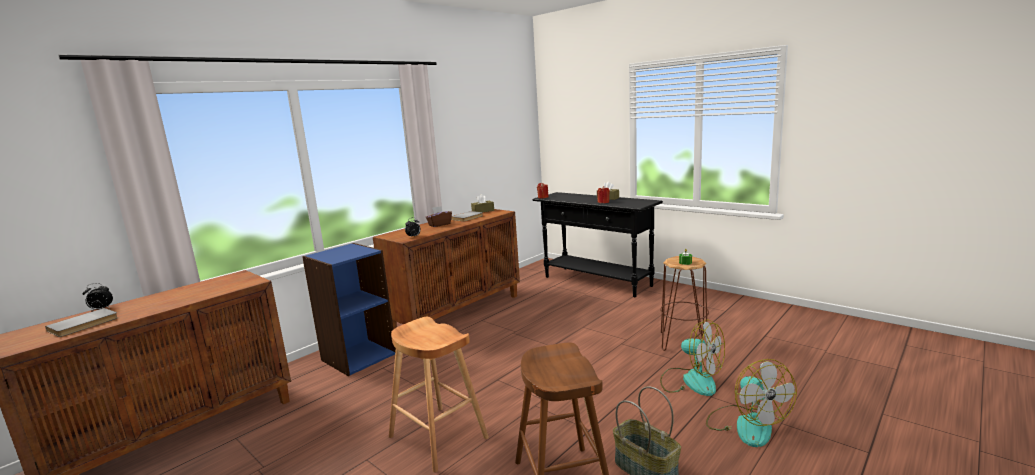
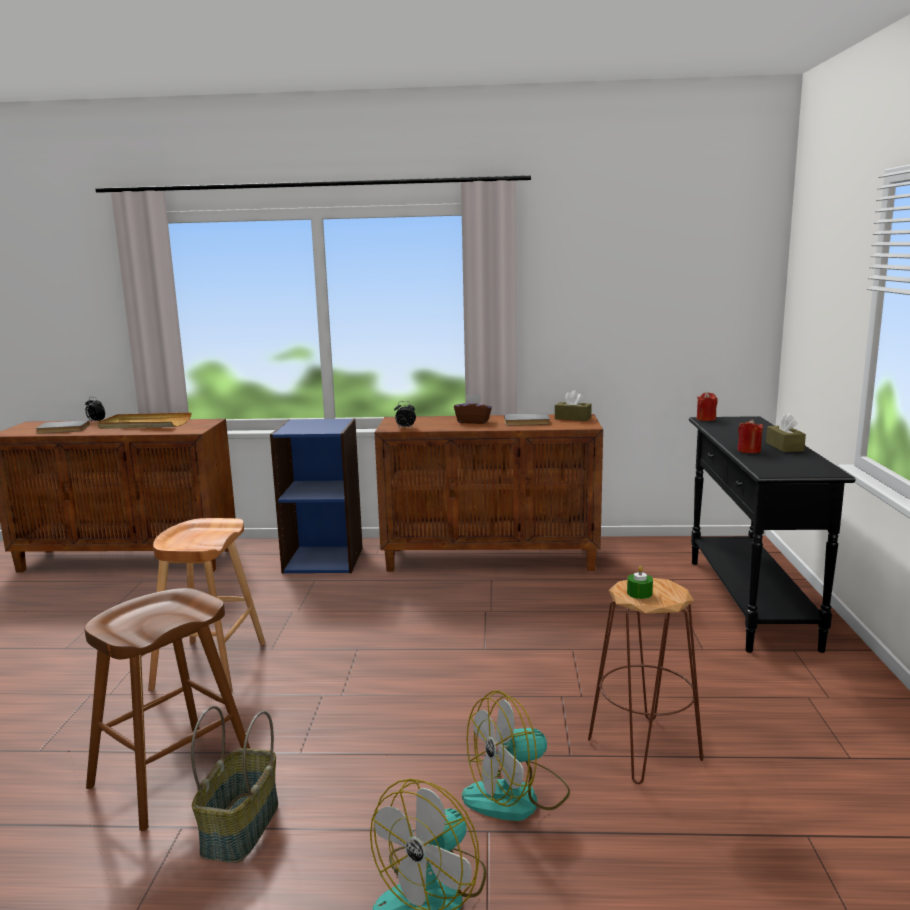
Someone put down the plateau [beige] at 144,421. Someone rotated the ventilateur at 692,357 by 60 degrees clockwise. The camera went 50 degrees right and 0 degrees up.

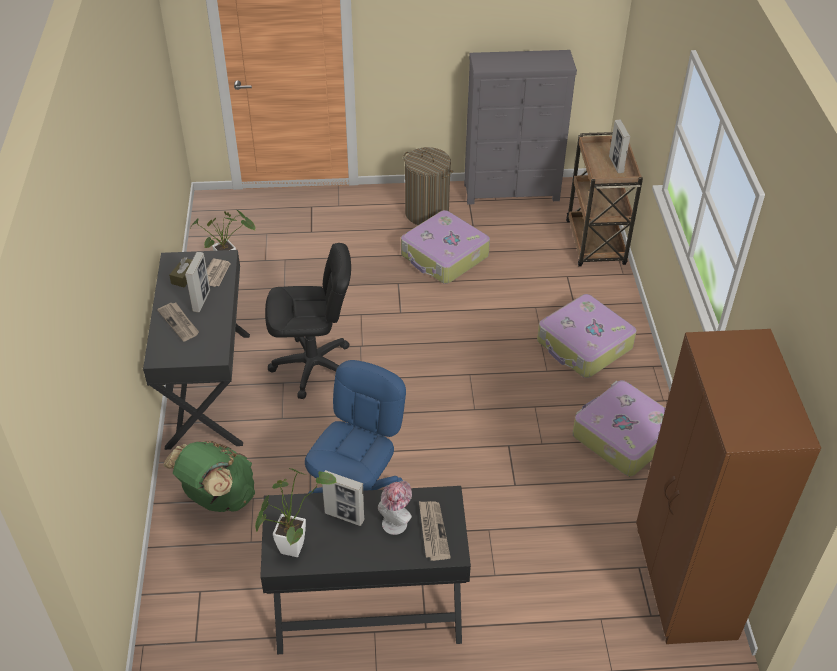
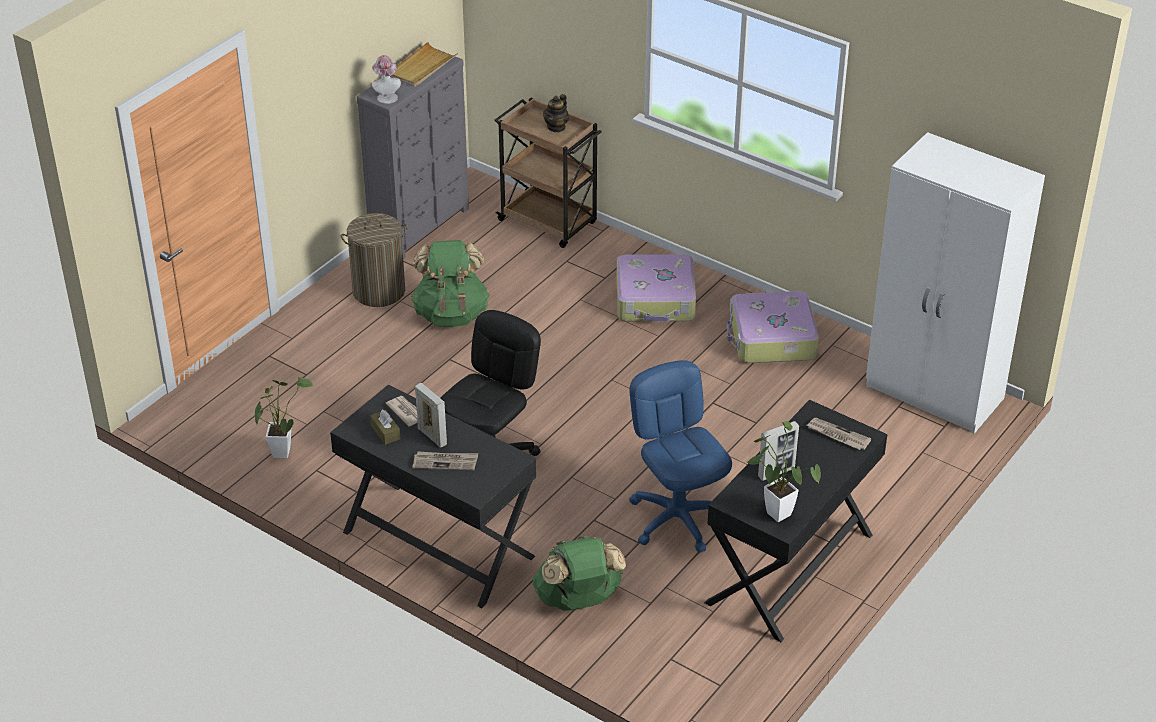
Someone put down the plateau [beige] at 424,64. Someone carried the chapeau from 395,508 to 386,79. Someone swapped the valise at 445,247 for the sac à dos [vert] at 450,283. Someone swapped the cadre photo at 619,146 for the théière at 556,113. Someone repainted the armoire [marron] at 728,486, which became the armoire [blanc] at 955,283. The camera went 50 degrees left and 5 degrees down.

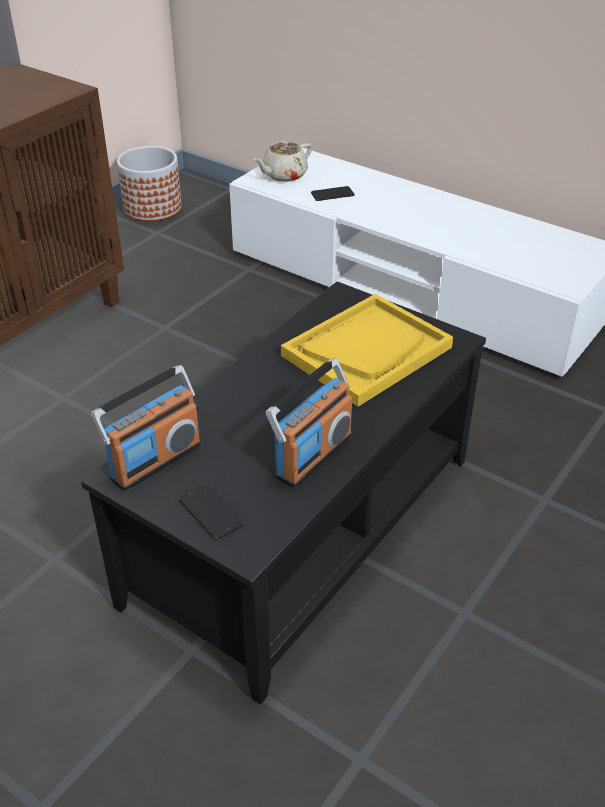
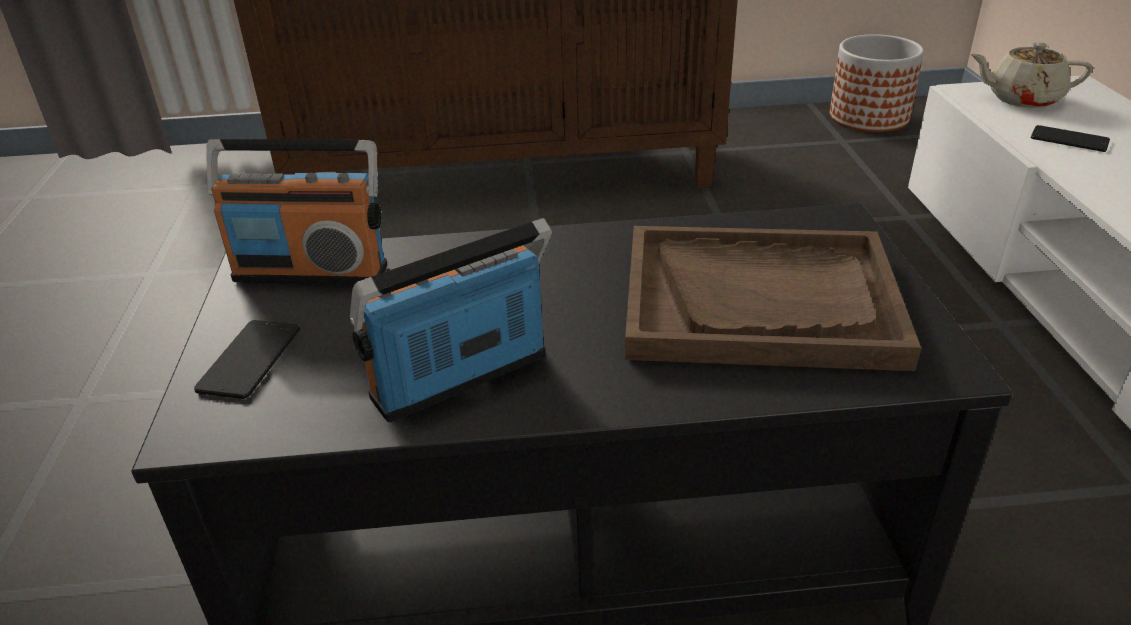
Someone repainted the plateau [jaune] at 367,350, which became the plateau [marron] at 773,298. Someone rotated the radio at 309,423 by 150 degrees clockwise. The camera went 50 degrees right and 5 degrees down.

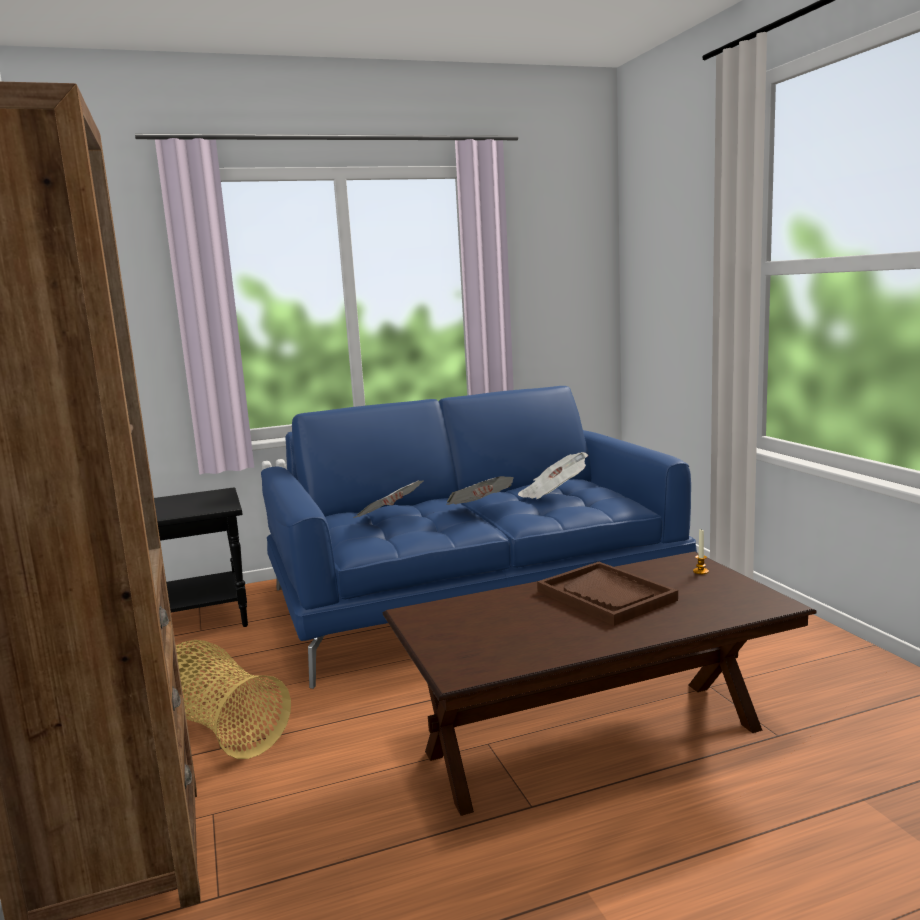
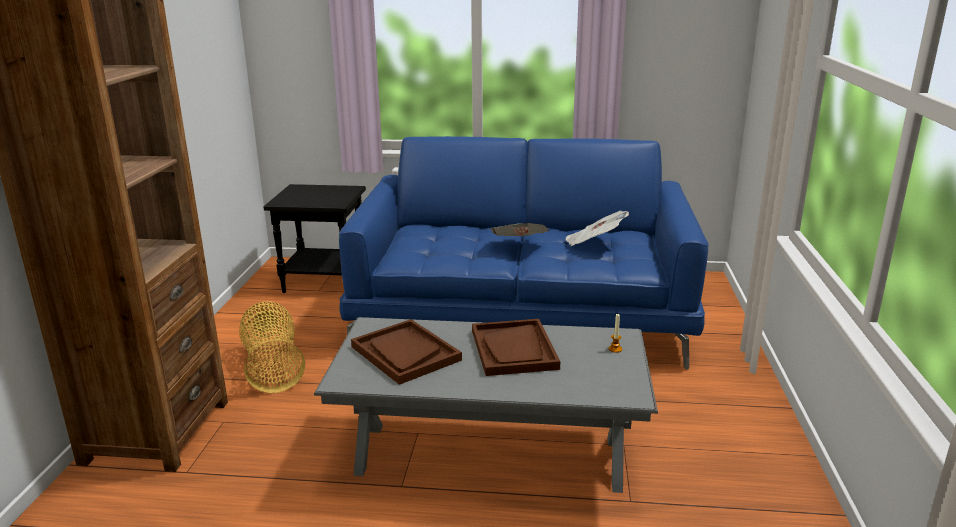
Someone took away the journal at 388,499. Someone put down the plateau [marron] at 406,352. Someone repainted the table basse [marron] at 600,683, which became the table basse [gris] at 486,405. The camera went 25 degrees right and 10 degrees up.

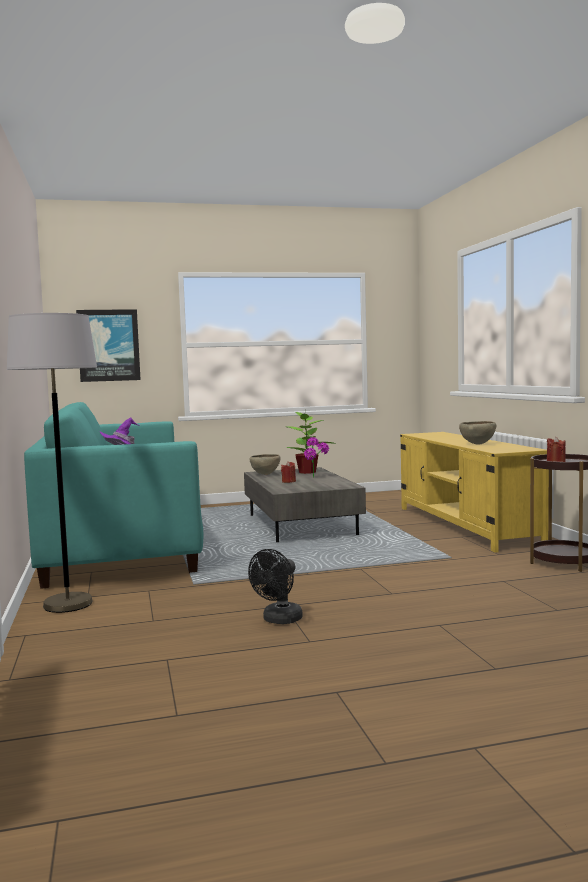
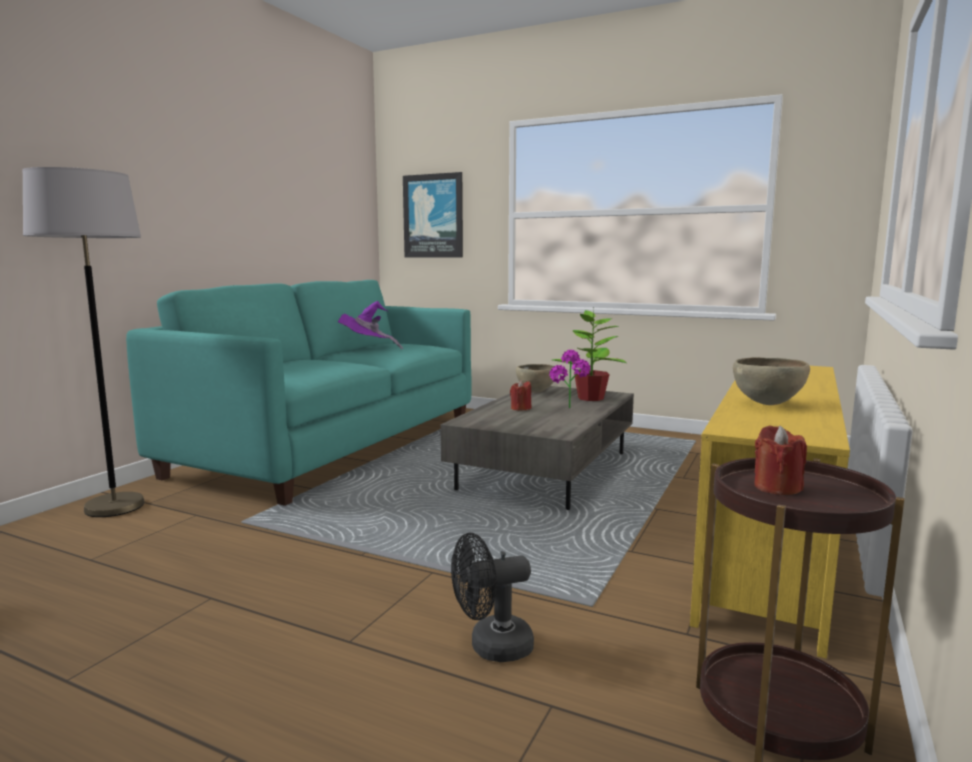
Someone carried the ventilateur [noir] from 275,586 to 492,597. The camera went 40 degrees right and 5 degrees up.

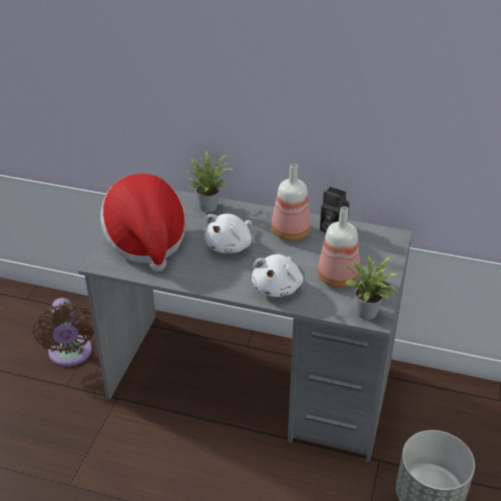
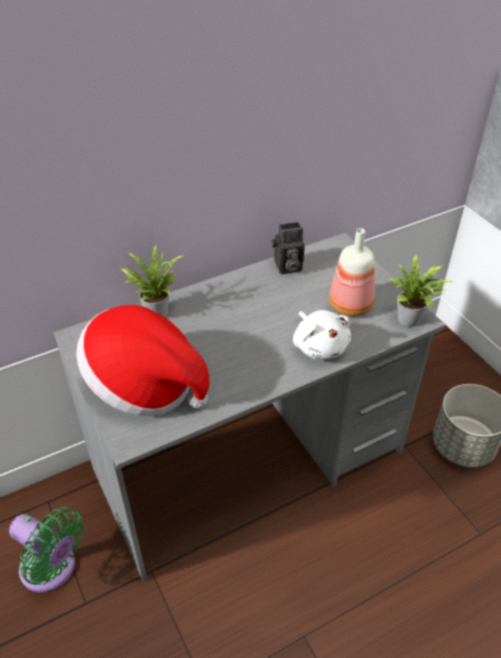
Someone took away the peluche [blanc] at 228,233. Someone took away the bouteille at 291,202. Someone repainted the ventilateur [marron] at 64,332, which became the ventilateur [vert] at 46,550. The camera went 45 degrees left and 5 degrees up.

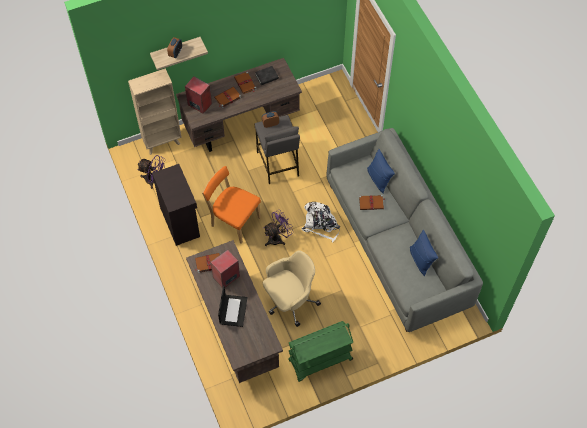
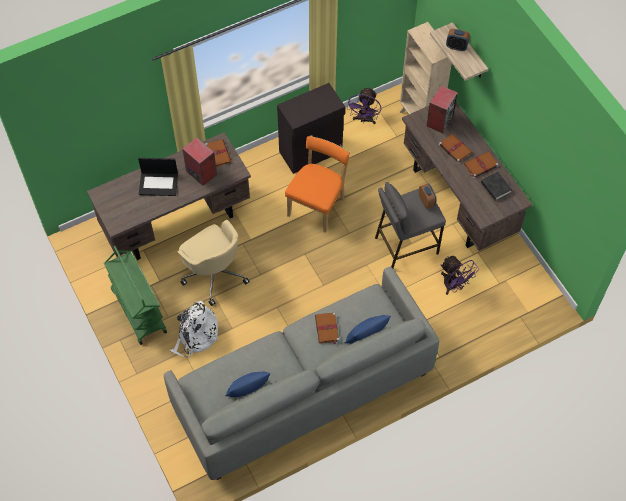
Someone carried the ventilateur [violet] from 279,227 to 459,275. Someone carried the sac à dos [blanc] from 320,222 to 194,329. The camera went 85 degrees right and 0 degrees up.

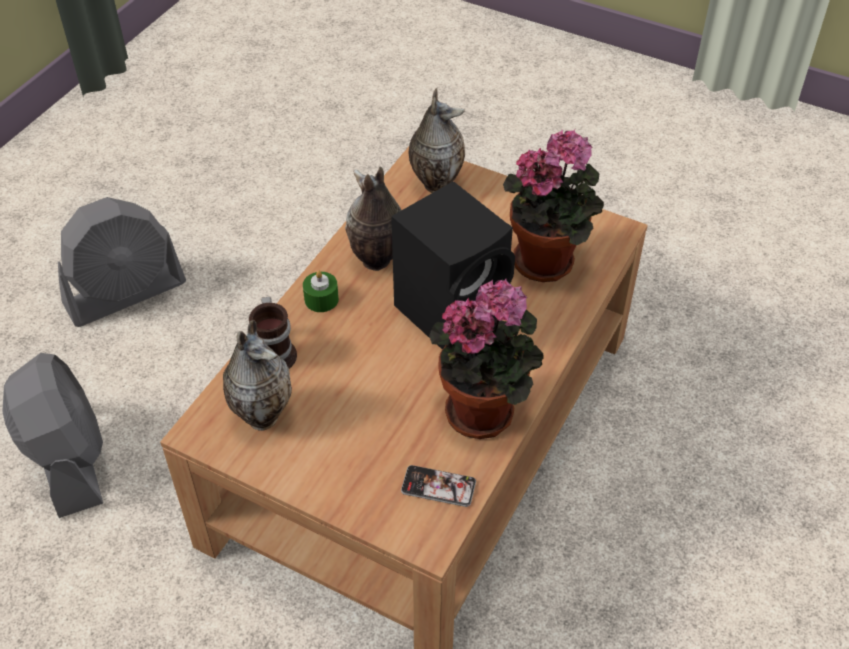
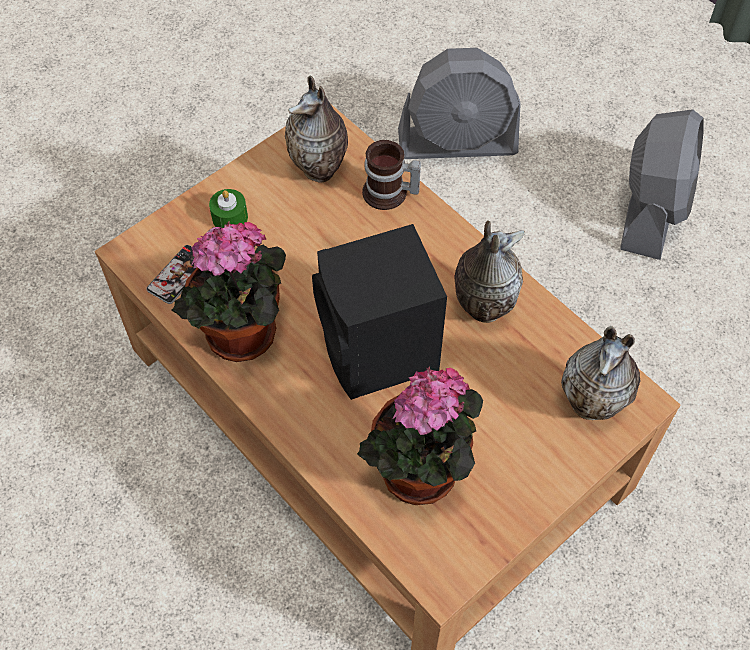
Someone carried the bougie [vert] from 321,291 to 228,208. Someone rotated the ventilateur [gris] at 122,262 by 150 degrees counterclockwise. The camera went 110 degrees right and 10 degrees up.

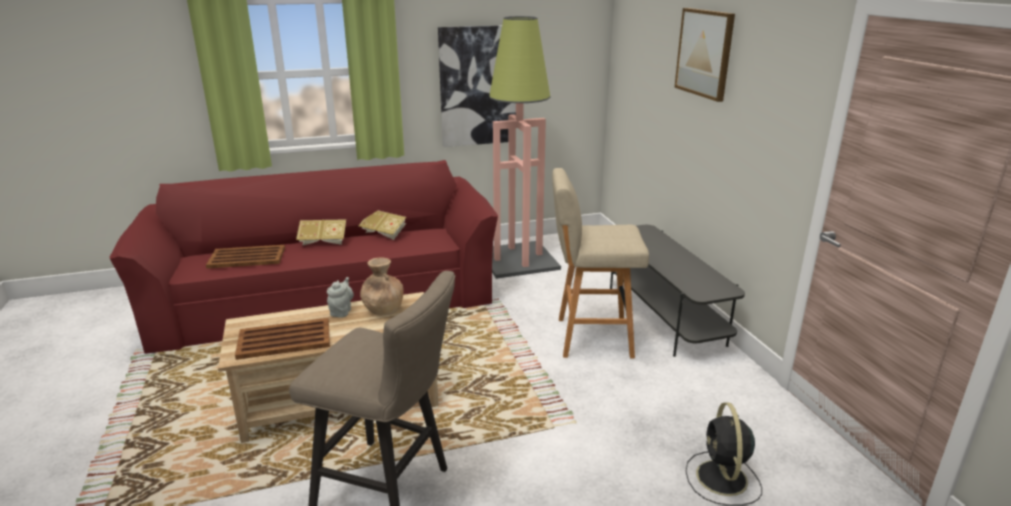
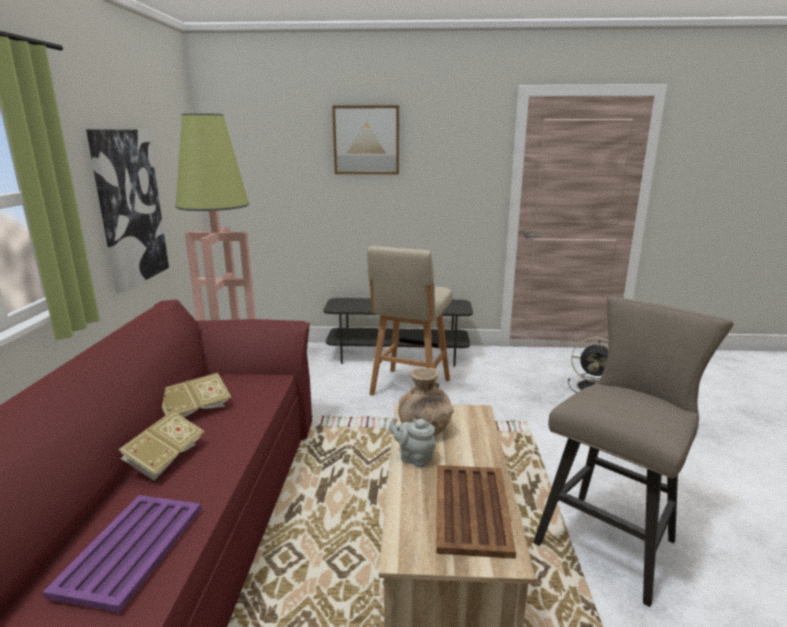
Someone repainted the plateau [marron] at 245,257, which became the plateau [violet] at 122,554. The camera went 70 degrees left and 5 degrees down.

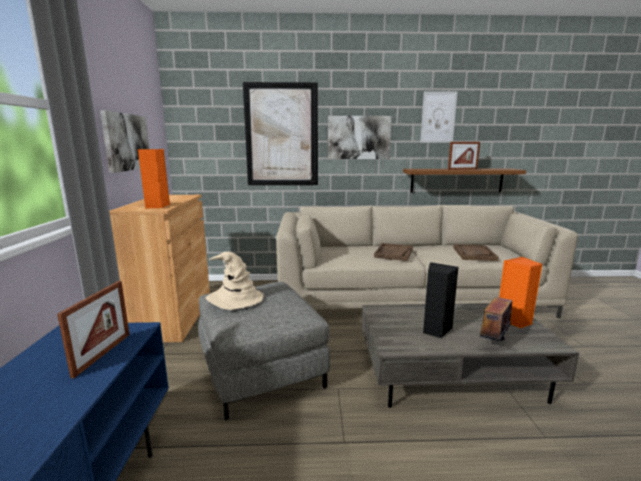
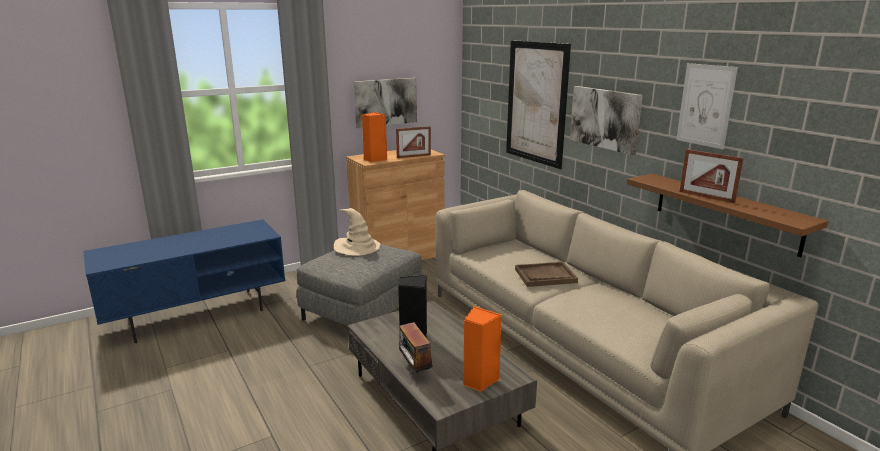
Someone took away the plateau [marron] at 476,252. Someone carried the cadre photo from 93,330 to 413,142. Someone rotated the radio at 494,314 by 120 degrees counterclockwise. The camera went 60 degrees right and 5 degrees up.

